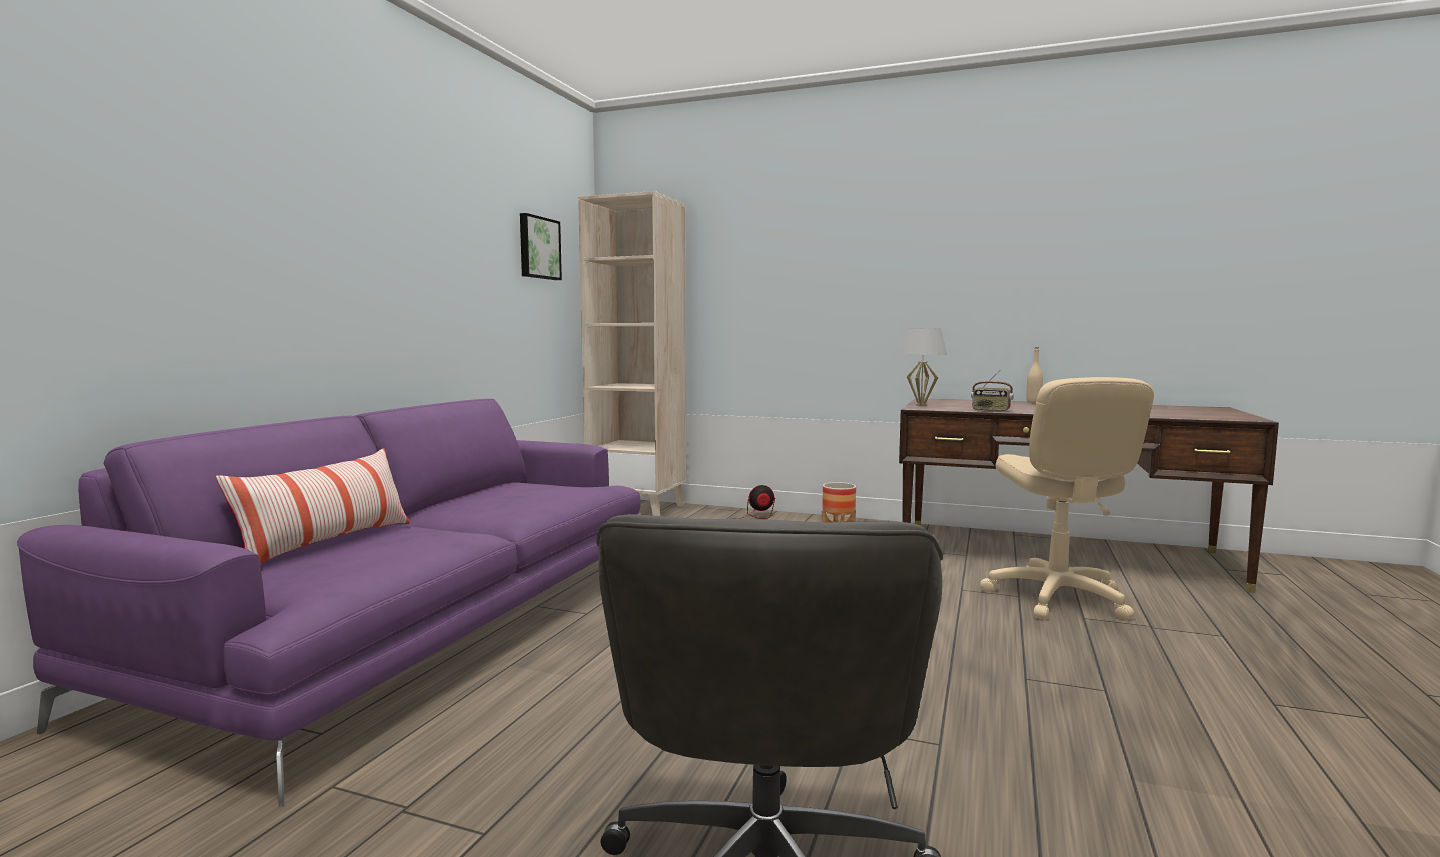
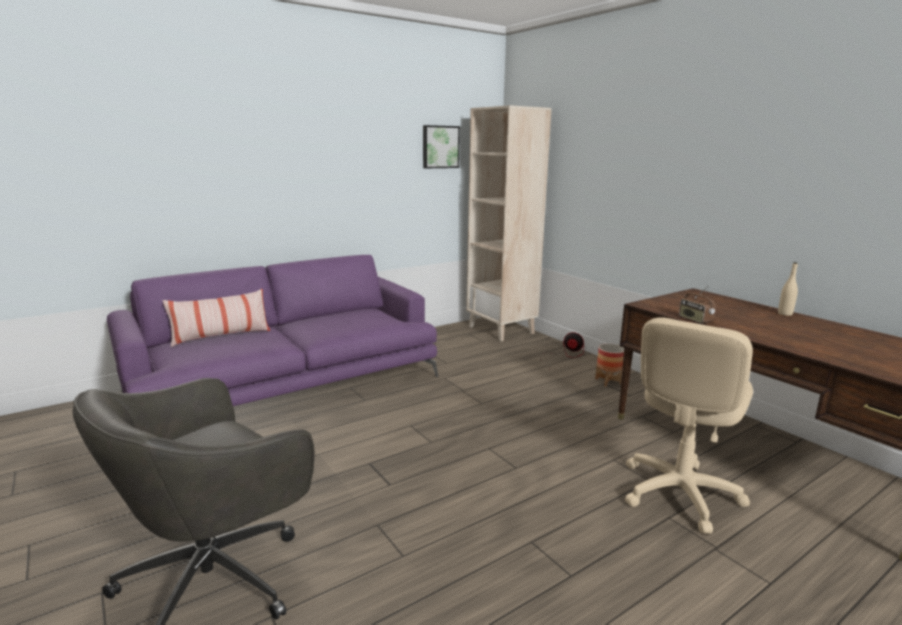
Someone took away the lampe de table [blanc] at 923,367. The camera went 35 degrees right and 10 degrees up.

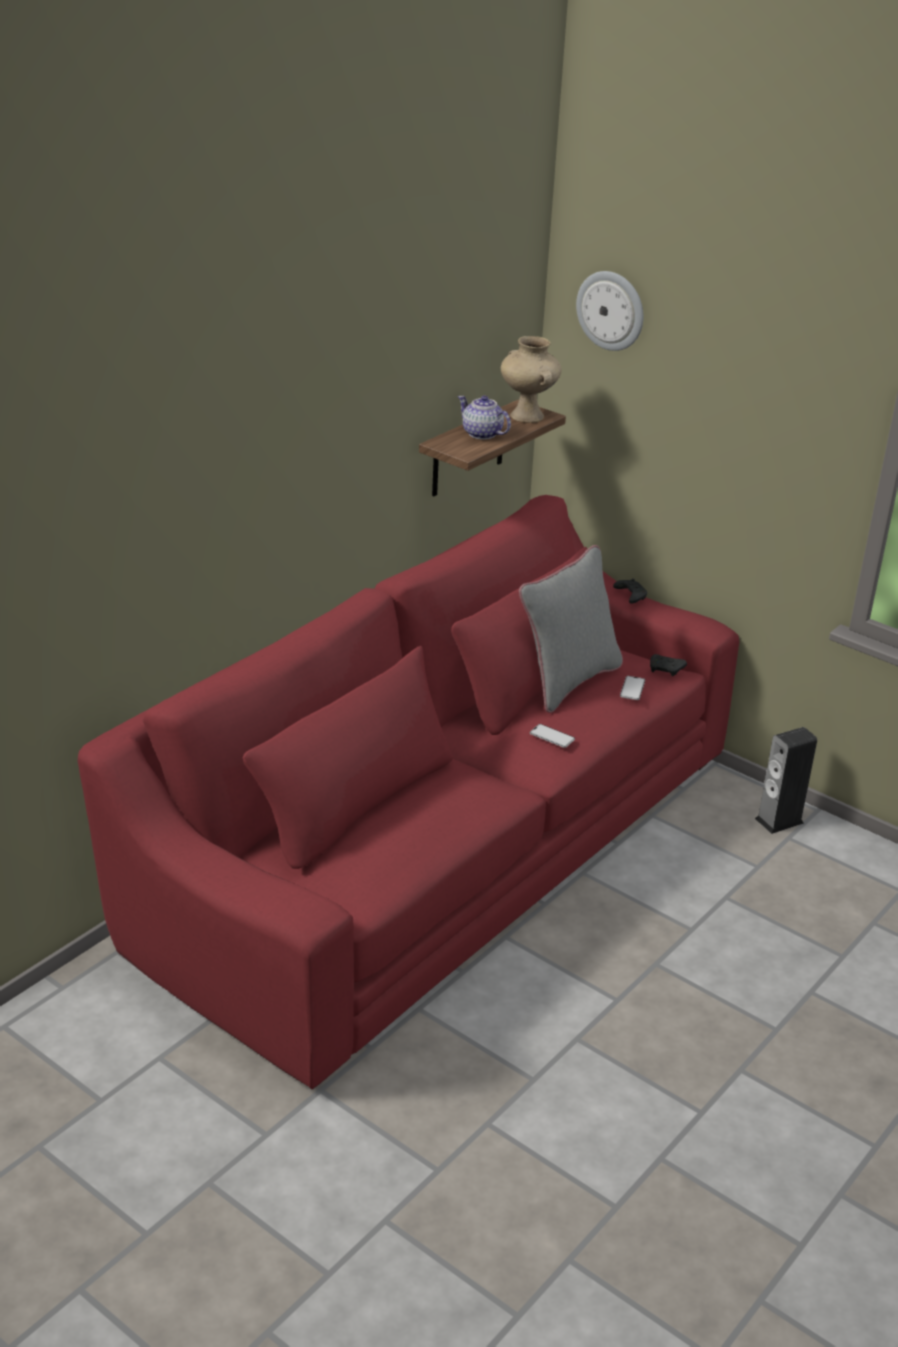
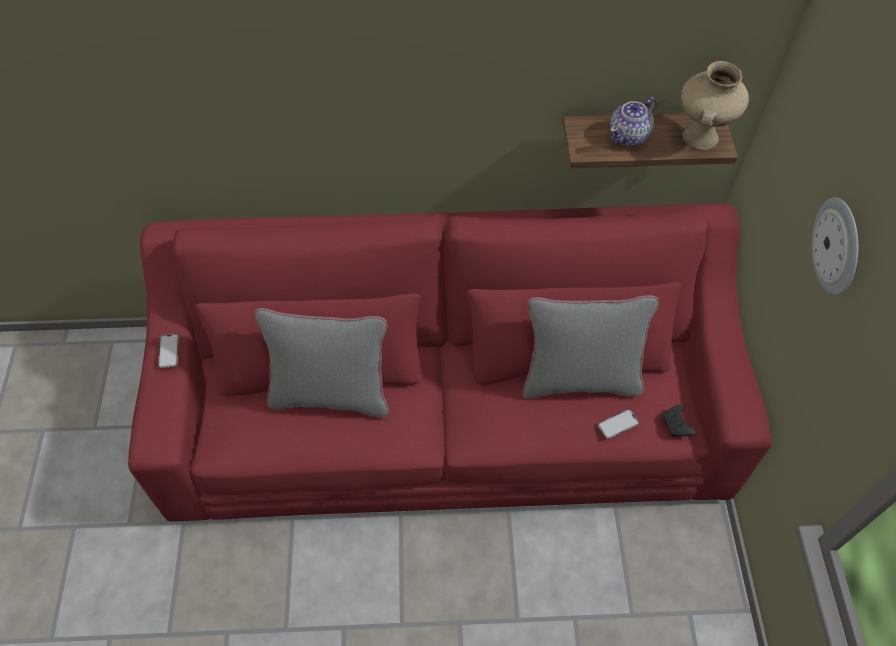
Someone took away the manette [noir] at 630,591. Someone took away the enceinte at 786,780. Someone put down the coussin [gris] at 321,363. Someone carried the téléphone from 552,736 to 168,351. Someone carried the horloge murale from 609,311 to 835,246. Someone rotated the théière at 484,417 by 135 degrees counterclockwise. The camera went 50 degrees right and 25 degrees up.

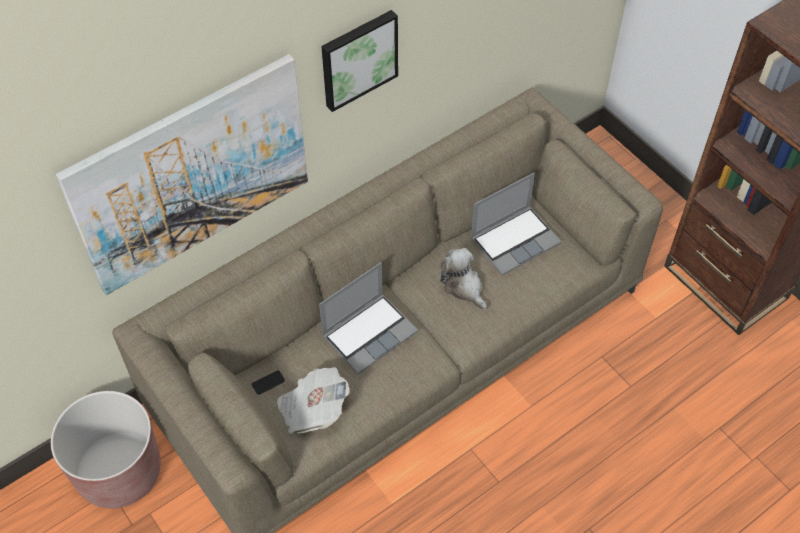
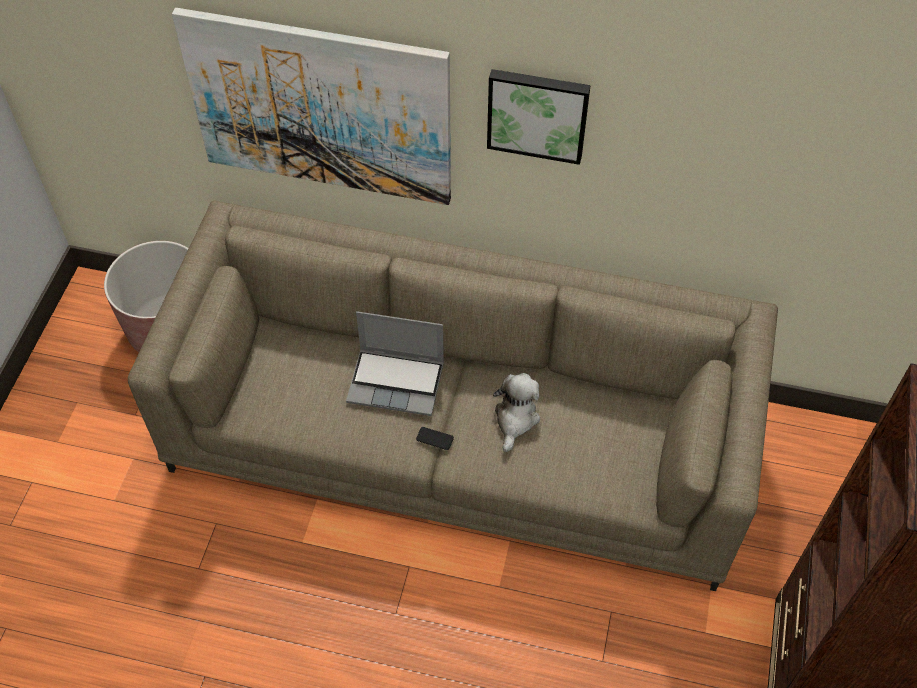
Someone took away the journal at 313,400. Someone took away the ordinateur portable at 515,224. Someone carried the téléphone from 268,382 to 435,438. The camera went 50 degrees right and 0 degrees up.

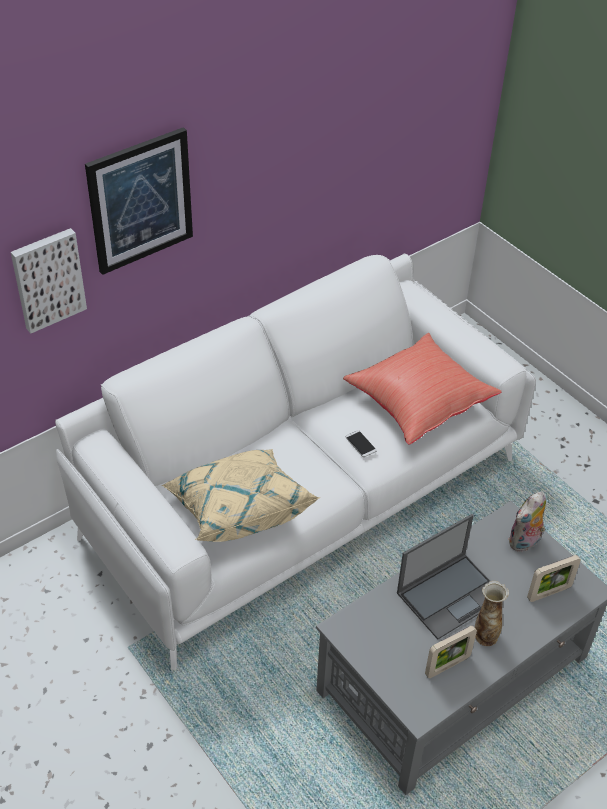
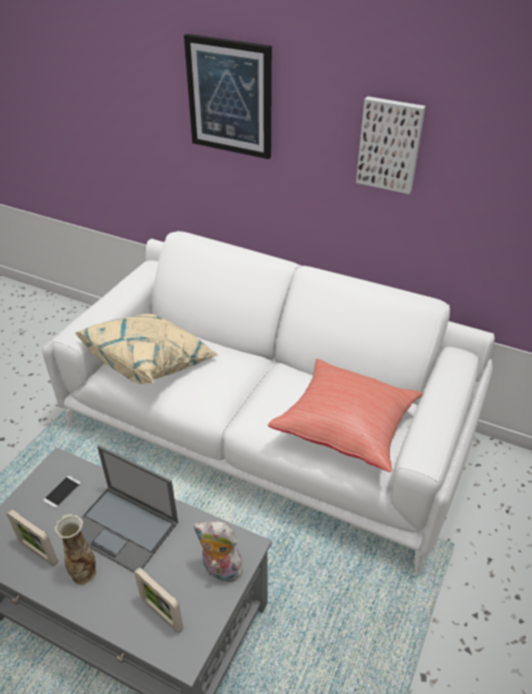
Someone carried the tableau from 49,280 to 391,145. Someone carried the téléphone from 361,443 to 62,492. The camera went 65 degrees right and 5 degrees down.

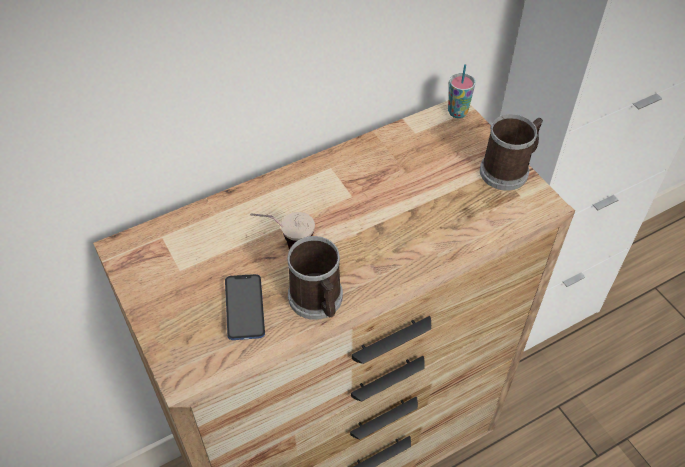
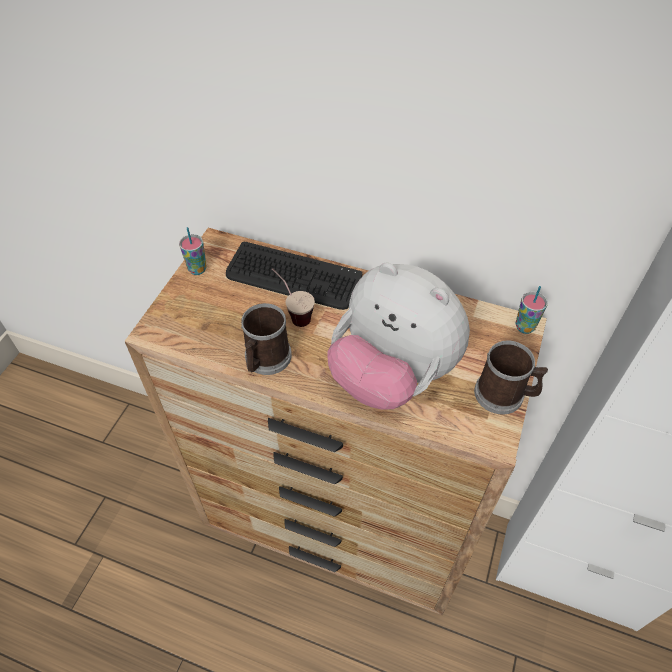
Someone took away the téléphone at 245,307. Someone put down the tasse at 193,251. Someone put down the clavier at 294,276. Someone put down the peluche at 398,336. The camera went 50 degrees right and 0 degrees up.

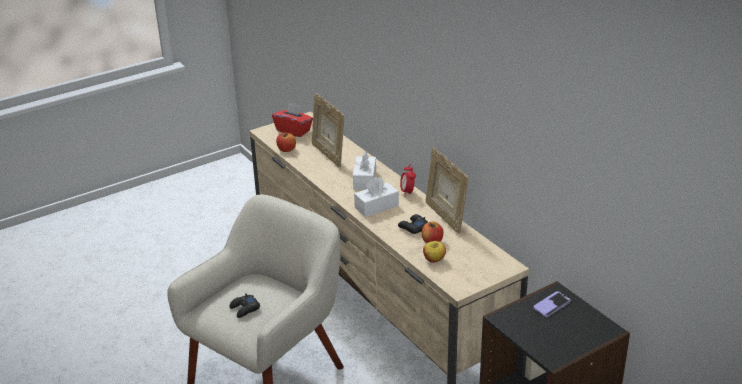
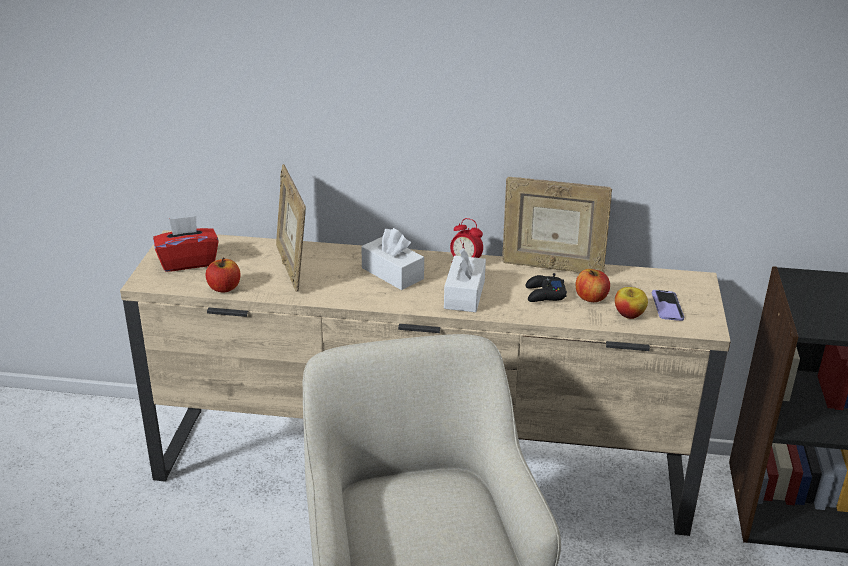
Someone took away the manette [noir] at 244,305. Someone carried the téléphone from 552,304 to 668,305. Someone rotated the cadre photo at 328,129 by 60 degrees clockwise. The camera went 50 degrees left and 0 degrees up.

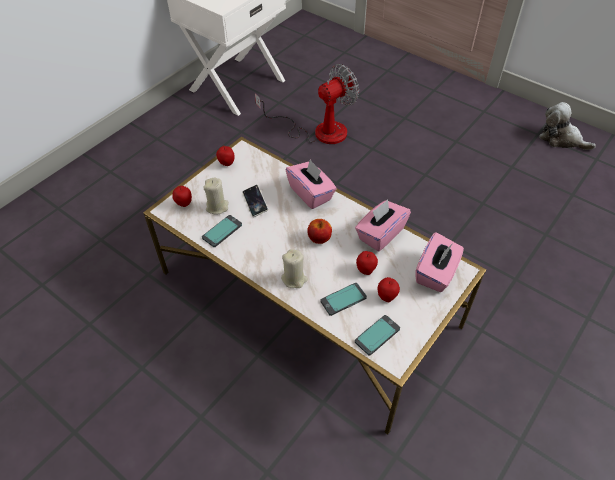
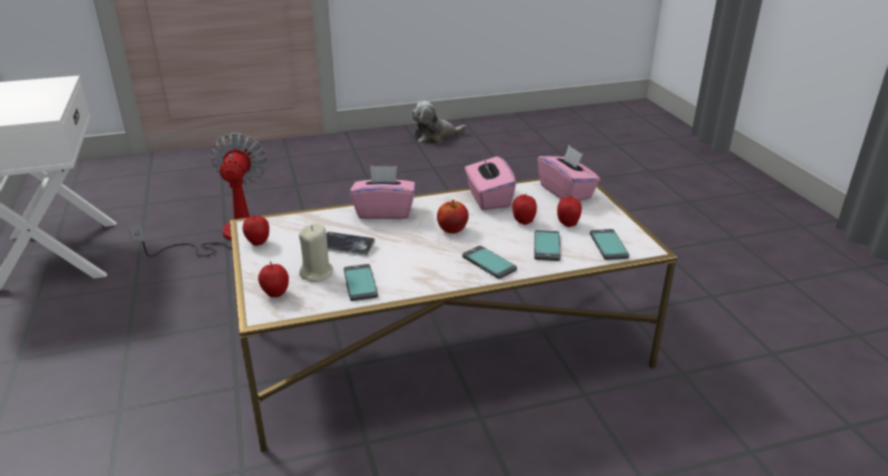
Someone swapped the bougie [beige] at 294,268 for the téléphone at 489,262. The camera went 55 degrees left and 20 degrees down.

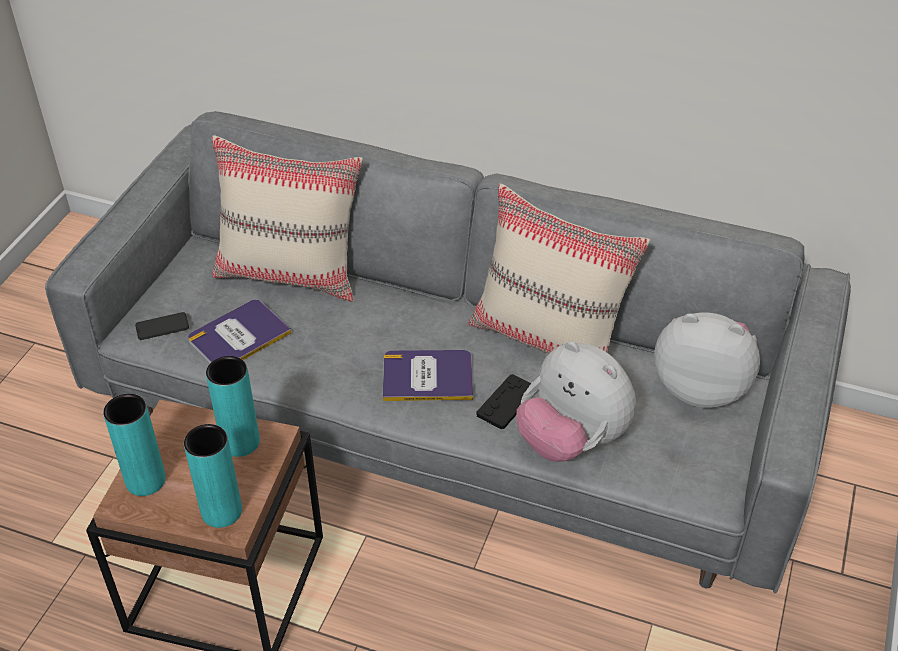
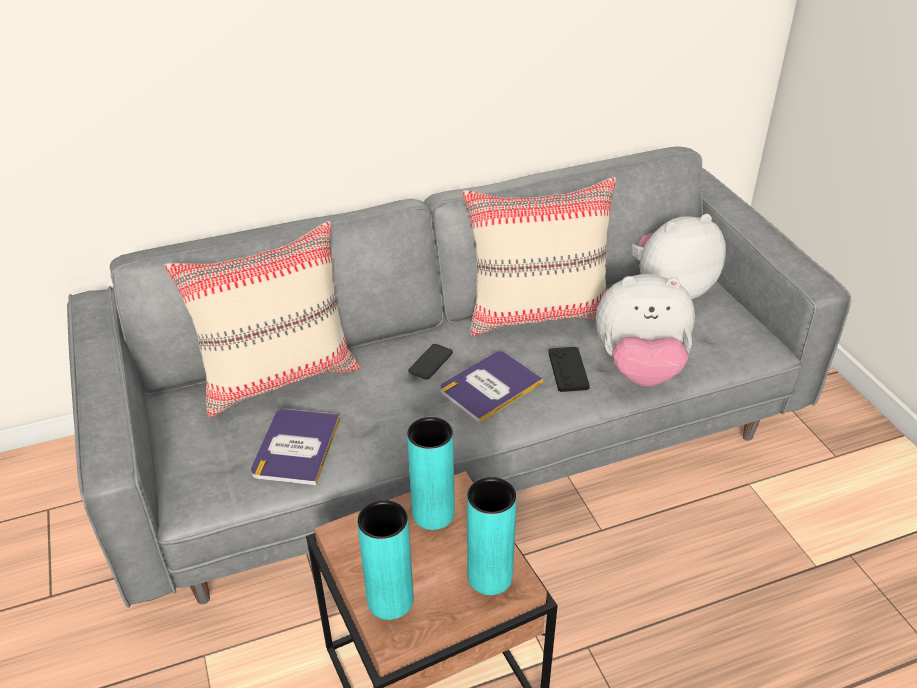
Someone carried the téléphone from 162,326 to 430,362. The camera went 40 degrees left and 5 degrees down.

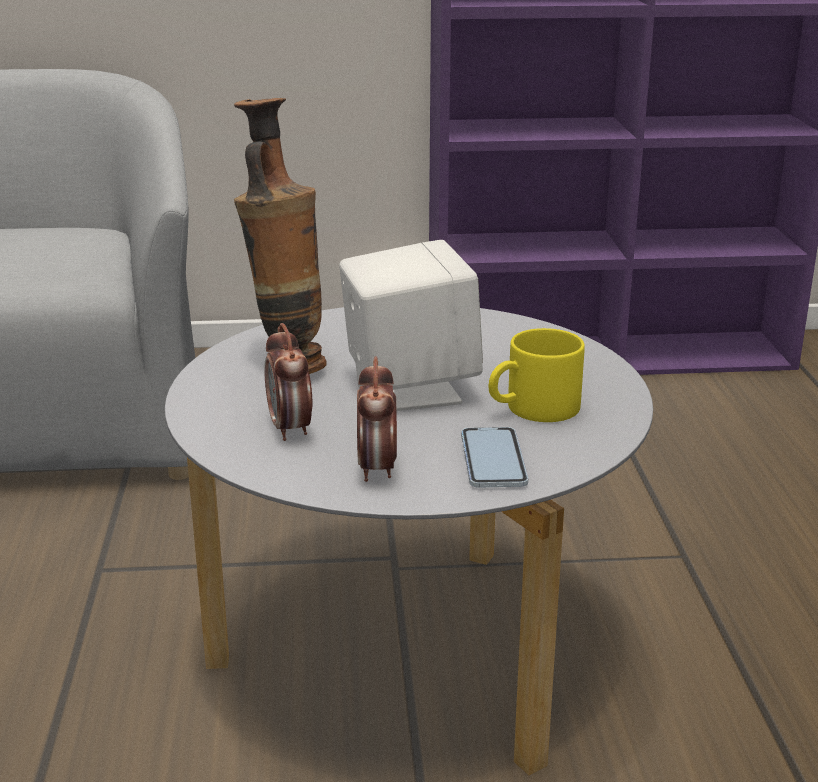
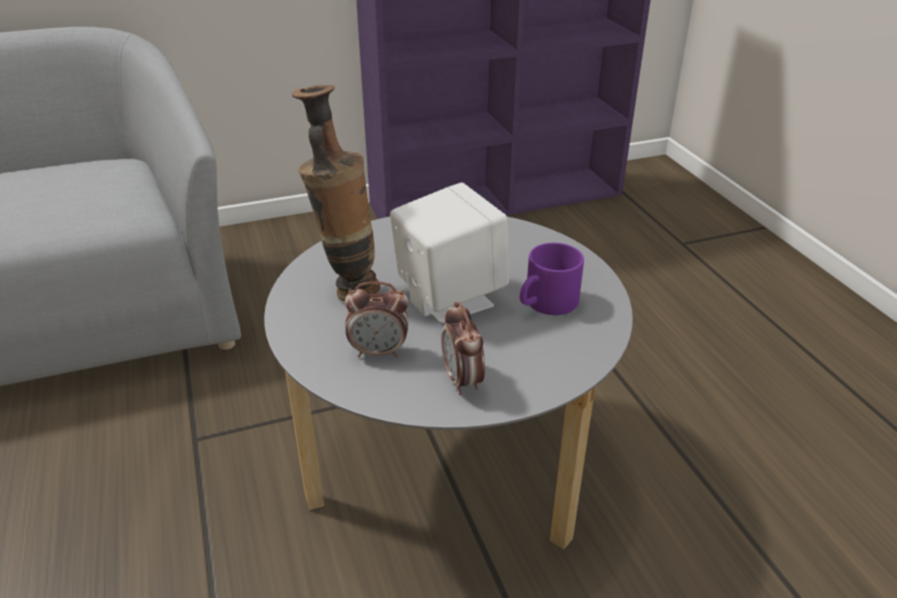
Someone took away the téléphone at 494,457. Someone repainted the mug [jaune] at 537,375, which became the mug [violet] at 552,279. Someone rotated the réveil at 288,382 by 60 degrees counterclockwise. The camera went 15 degrees left and 10 degrees up.

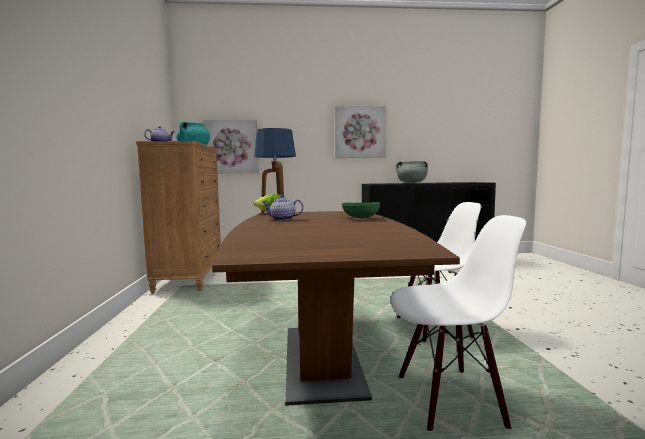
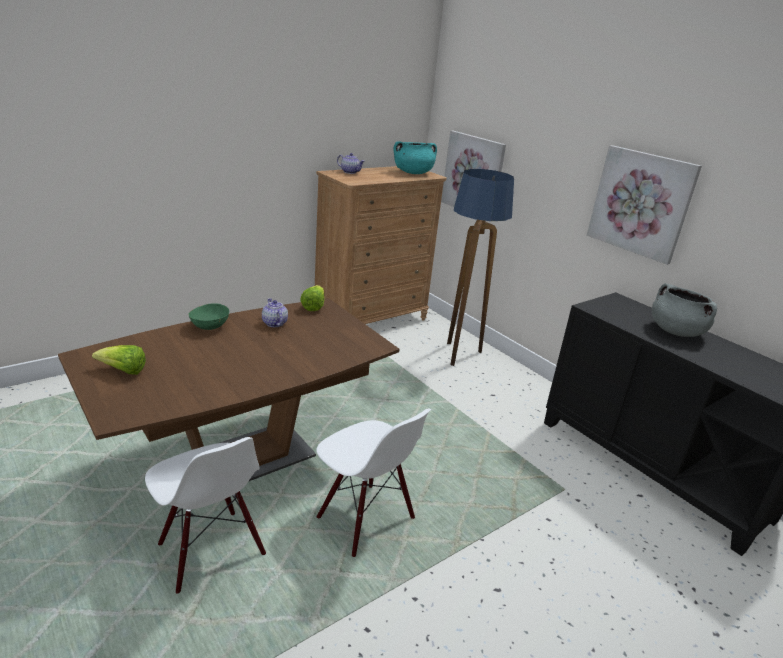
Someone put down the laitue at 119,360. Someone carried the bol [vert] from 361,210 to 208,316. The camera went 55 degrees right and 20 degrees up.

